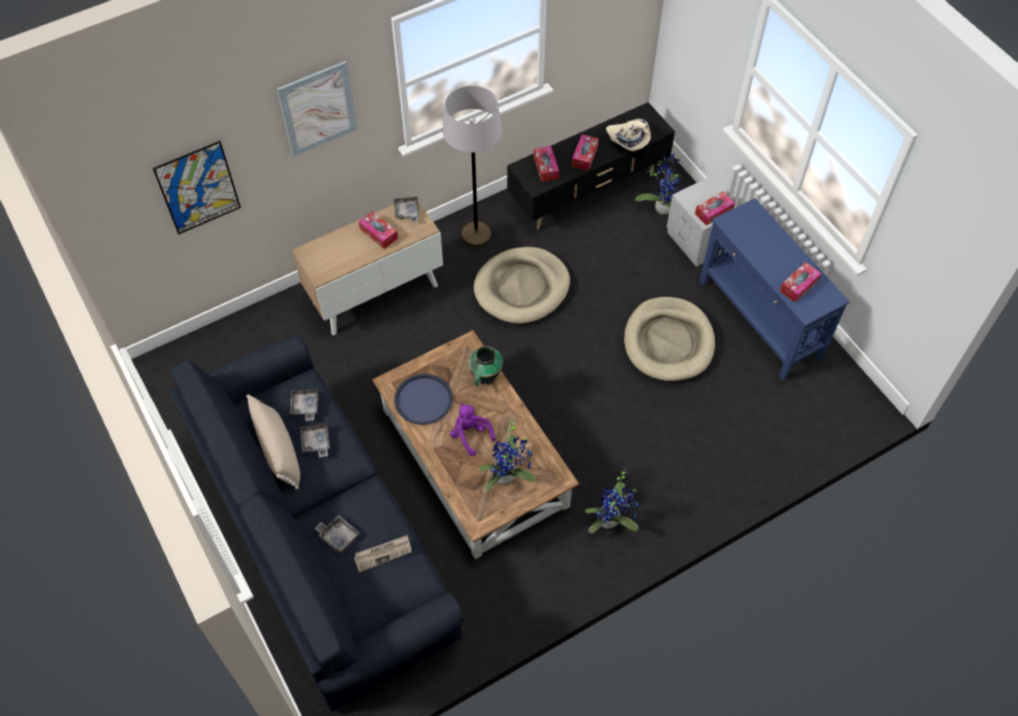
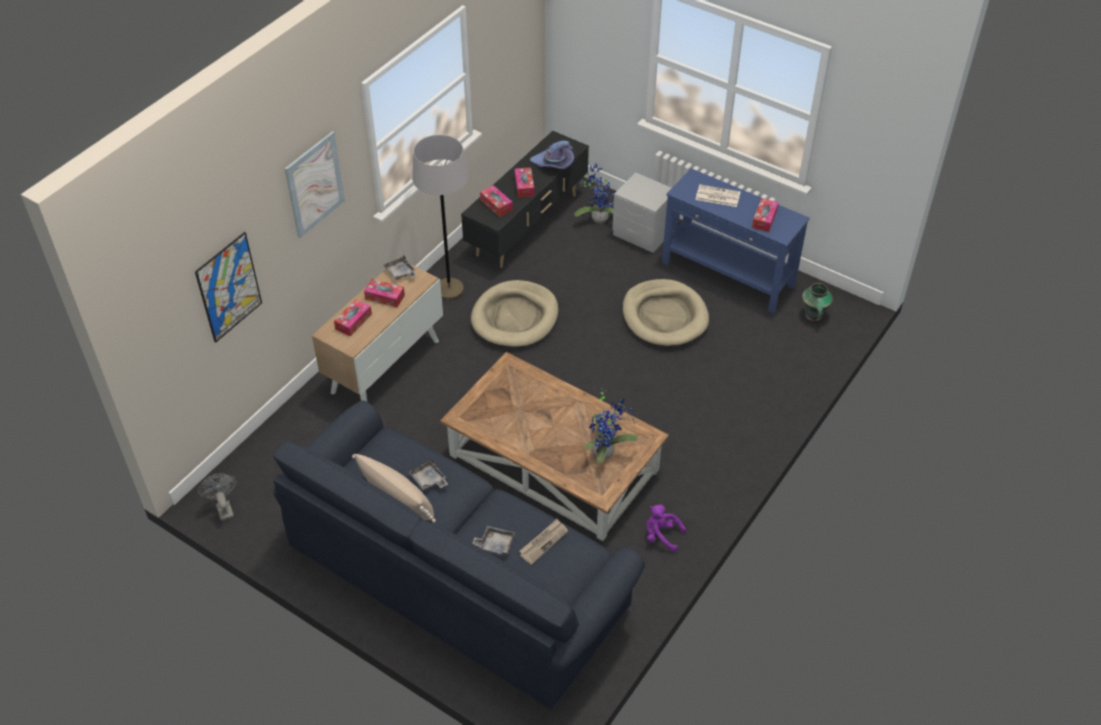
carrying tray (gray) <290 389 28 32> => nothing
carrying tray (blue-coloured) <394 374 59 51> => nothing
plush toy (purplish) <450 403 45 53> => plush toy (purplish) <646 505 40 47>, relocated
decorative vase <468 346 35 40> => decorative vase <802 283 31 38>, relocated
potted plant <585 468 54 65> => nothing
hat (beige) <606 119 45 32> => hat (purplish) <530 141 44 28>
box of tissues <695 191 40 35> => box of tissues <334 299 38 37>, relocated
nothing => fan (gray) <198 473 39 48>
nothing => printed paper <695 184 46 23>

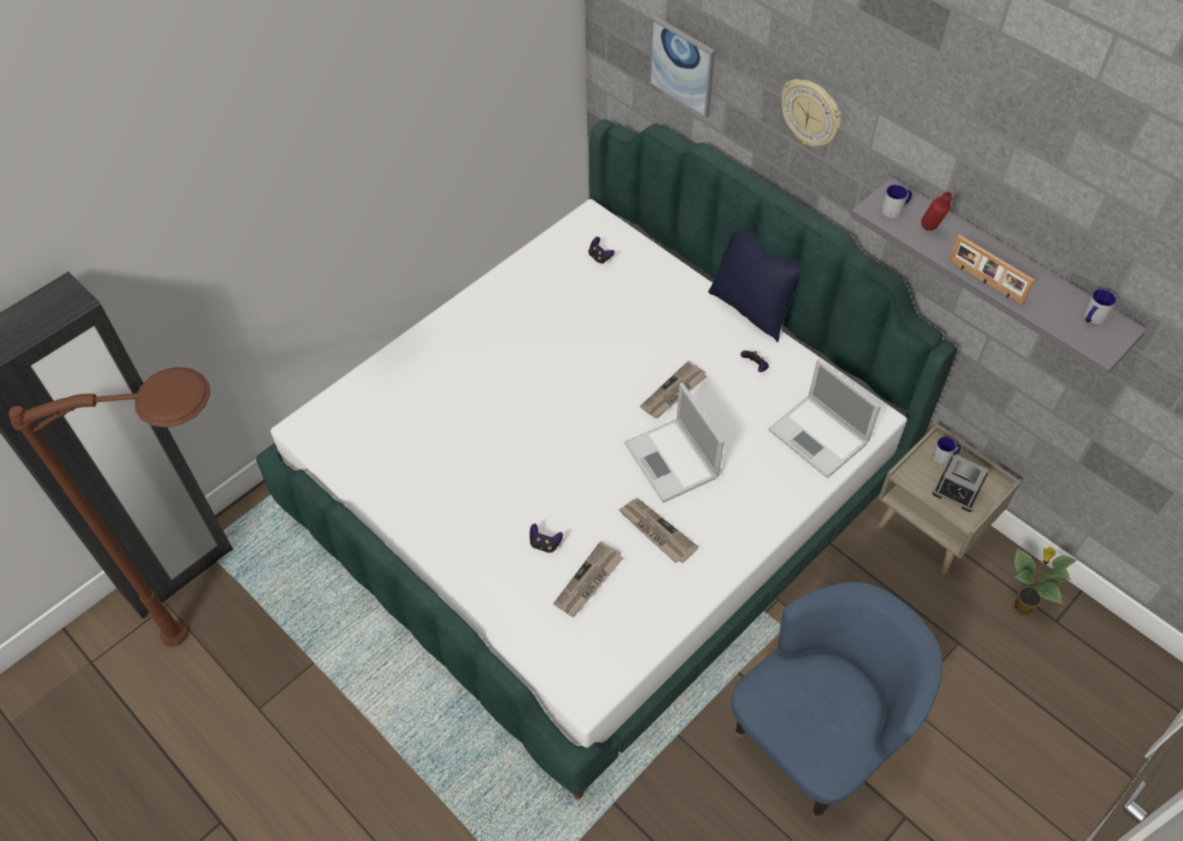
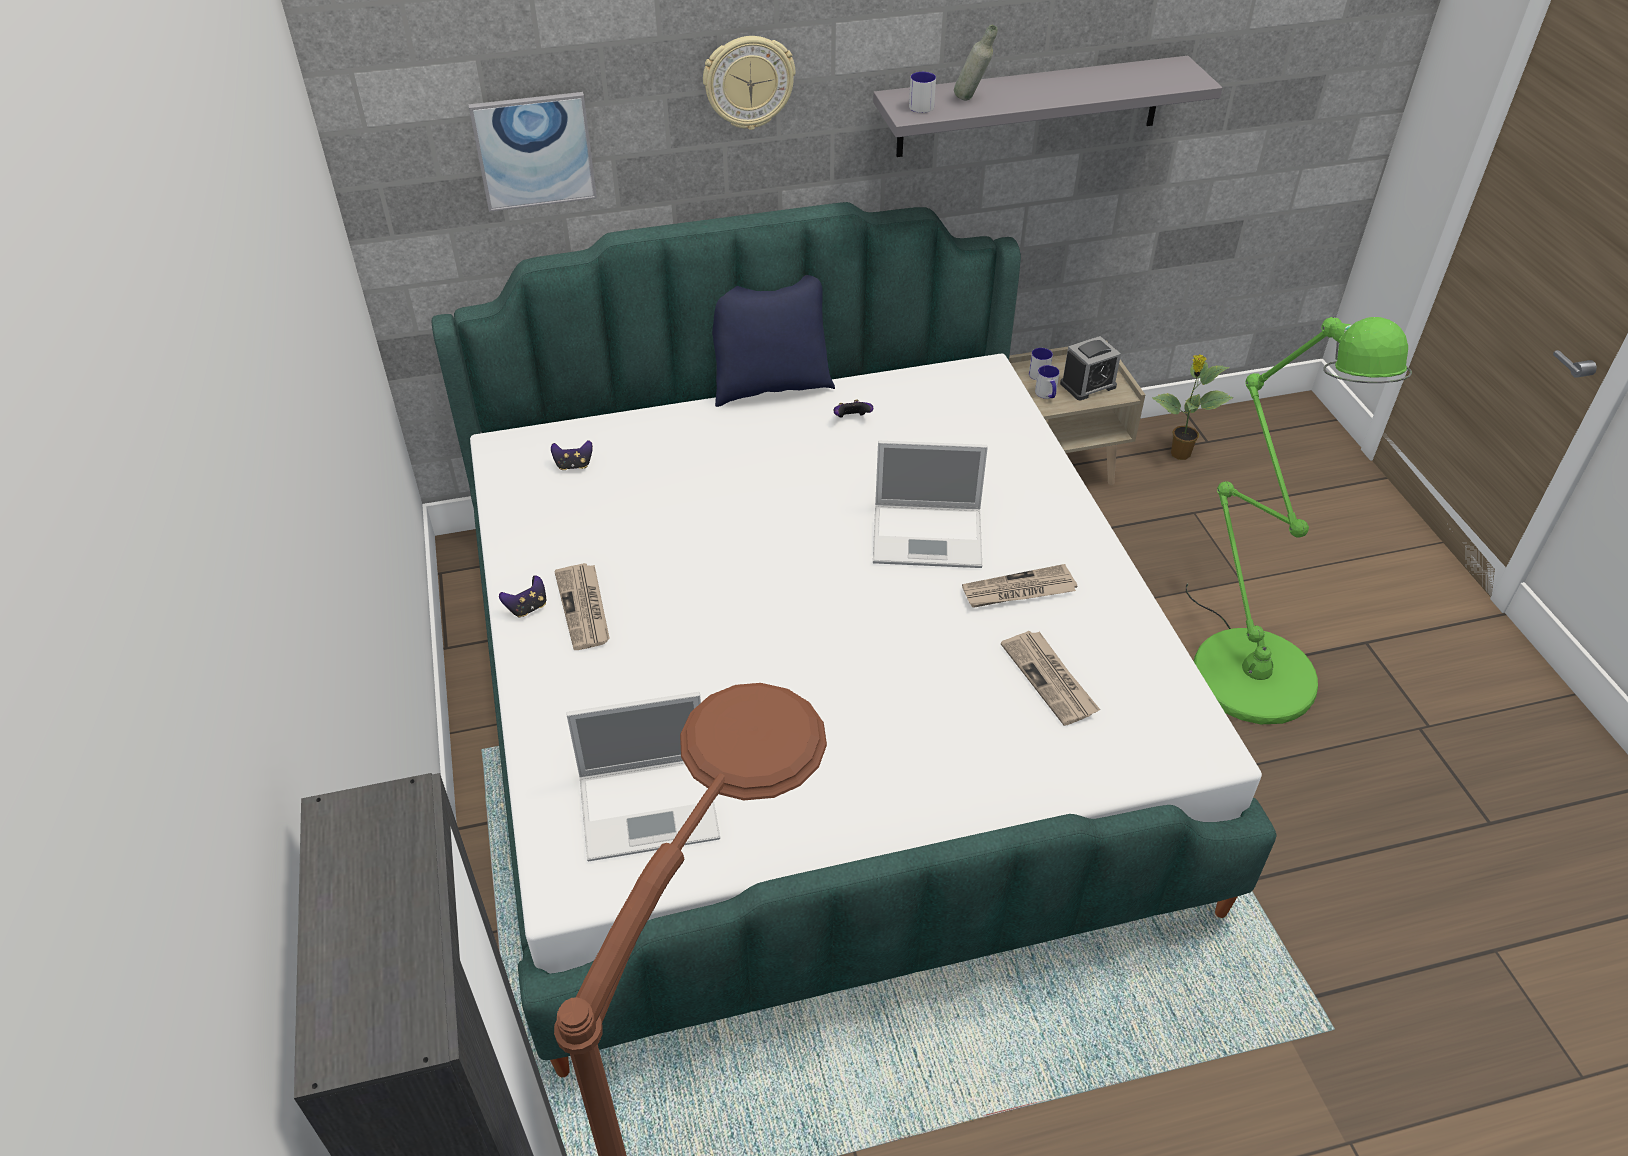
game controller <530 524 33 29> => game controller <499 575 48 43>, relocated
printed paper <640 361 67 57> => printed paper <554 563 56 87>, relocated
easy chair (blue-coloured) <731 582 212 237> => standing lamp (greenish) <1186 317 226 407>
portable computer <768 359 113 119> => portable computer <566 692 154 170>, relocated
drink bottle (reddish) <921 191 31 40> => drink bottle (gray) <954 25 44 75>
photo frame <949 235 85 70> => nothing
tea mug <1083 289 33 35> => tea mug <1035 365 24 34>, relocated

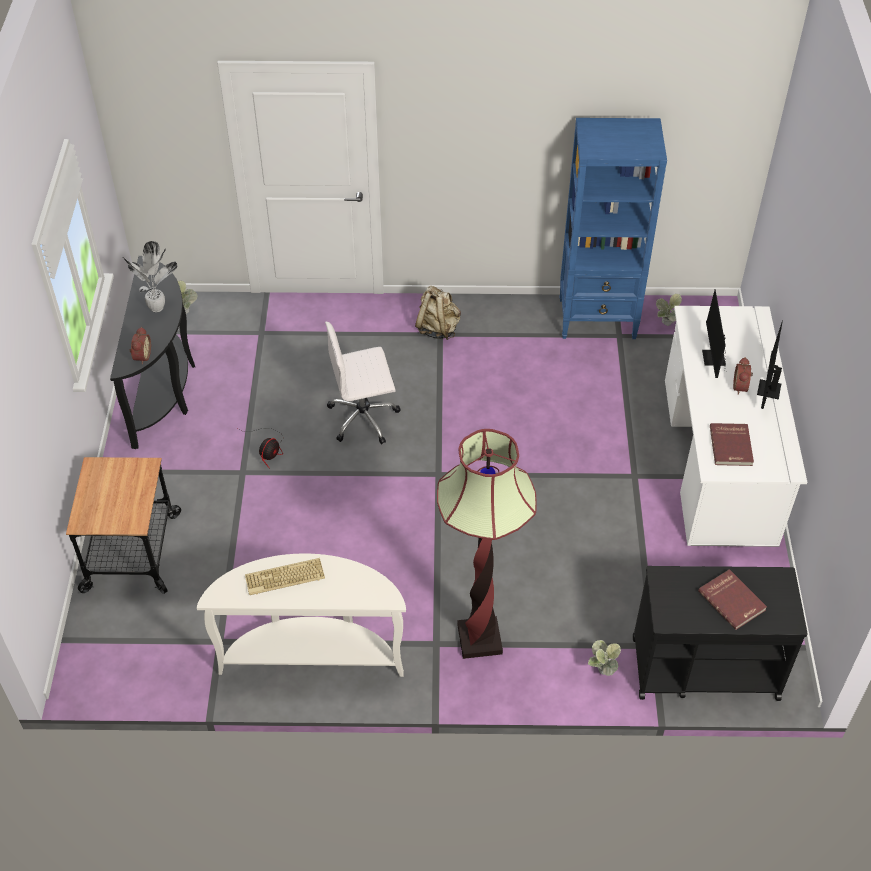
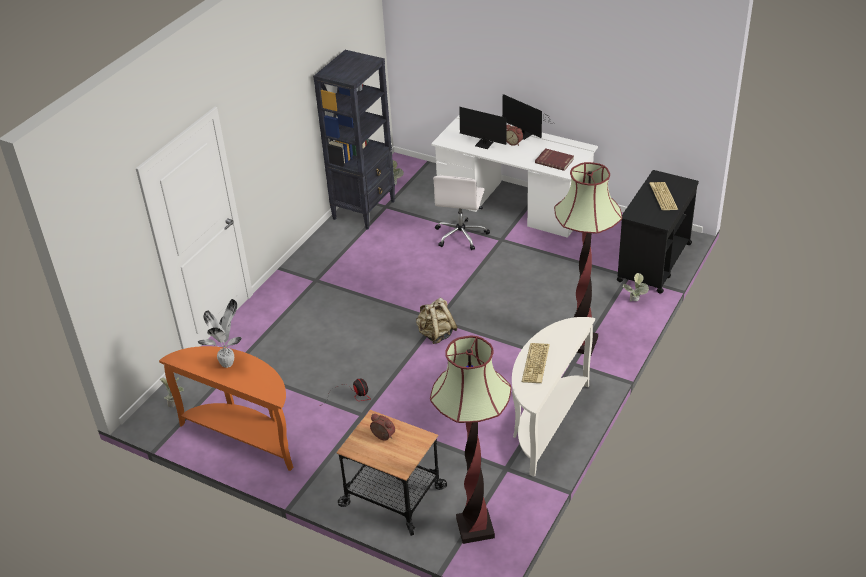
narrow table (black) <110 256 85 193> => narrow table (orangey) <159 346 134 125>
bedside clock <130 327 21 38> => bedside clock <370 414 25 27>, relocated
office chair (whitish) <325 321 76 123> => office chair (whitish) <433 175 57 75>, relocated
knapsack (beige) <415 286 46 54> => knapsack (beige) <416 297 42 47>, relocated
bookcase (blue-coloured) <559 118 108 221> => bookcase (black) <313 50 82 180>
bound book (reddish) <698 569 69 61> => computer keyboard <649 182 29 28>
nothing => standing lamp <430 336 82 208>

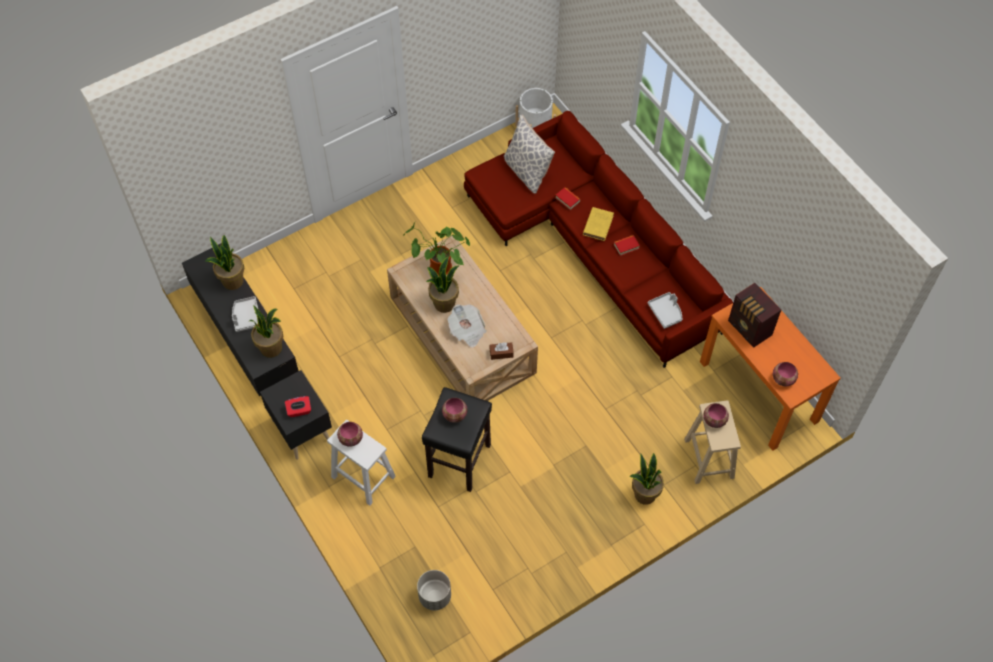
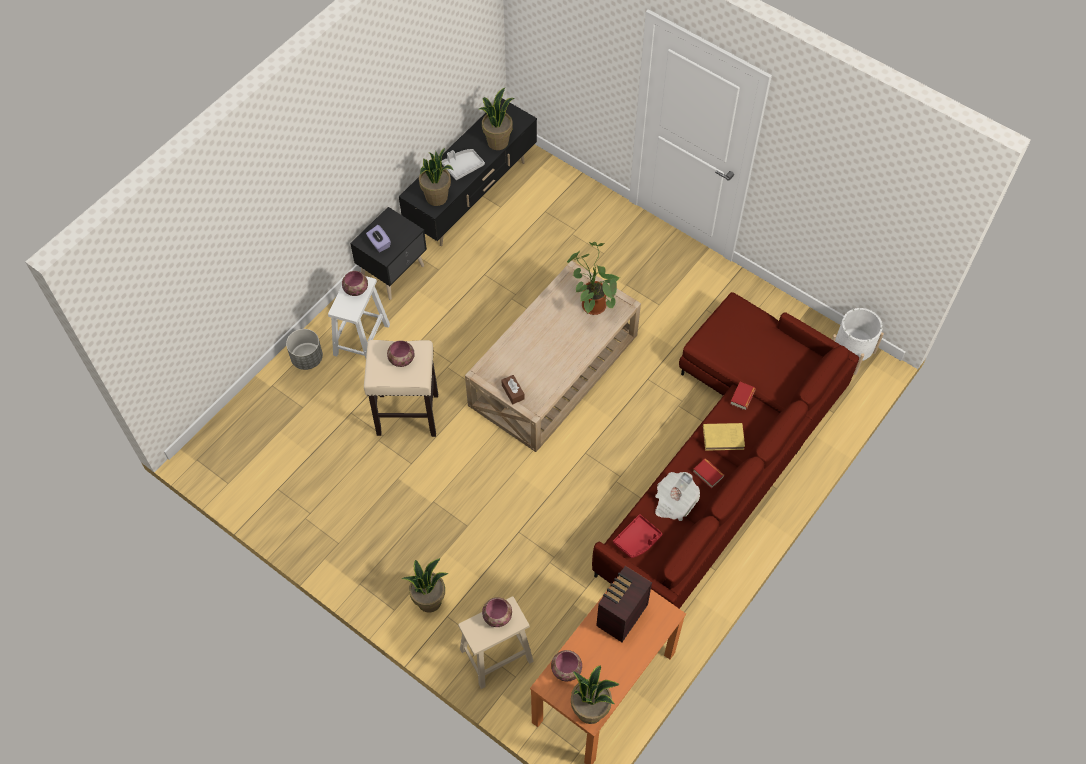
box of tissues (reddish) <285 396 26 21> => box of tissues (purplish) <366 225 25 27>
flower pot (gray) <417 570 34 40> => flower pot (gray) <286 329 37 41>, relocated
stool (black) <422 387 70 105> => stool (beige) <364 340 74 97>
potted plant <426 256 34 57> => potted plant <571 665 48 59>, relocated
printed paper <447 304 40 44> => printed paper <655 472 45 49>, relocated
pillow <504 114 51 80> => nothing
carrying tray (gray) <648 292 34 37> => carrying tray (reddish) <613 514 50 44>

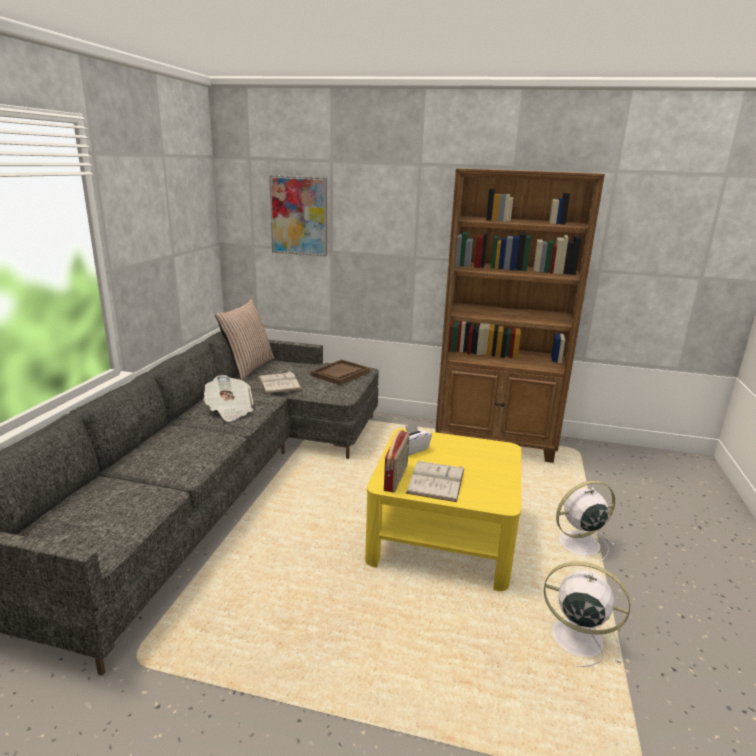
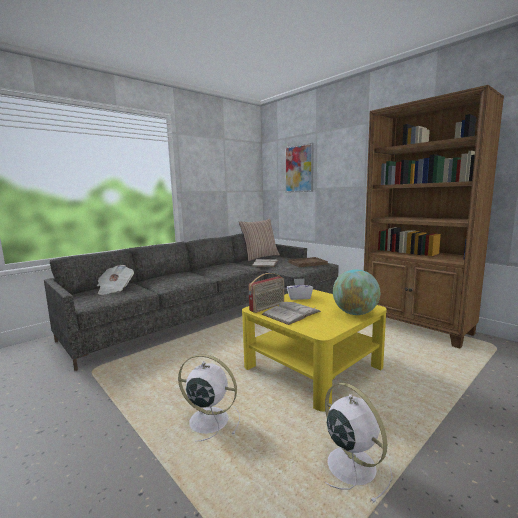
printed paper <203 375 50 47> => printed paper <97 265 37 30>, relocated
fan (whitish) <556 481 59 81> => fan (whitish) <178 354 62 87>, relocated
nothing => desk globe <333 269 47 46>

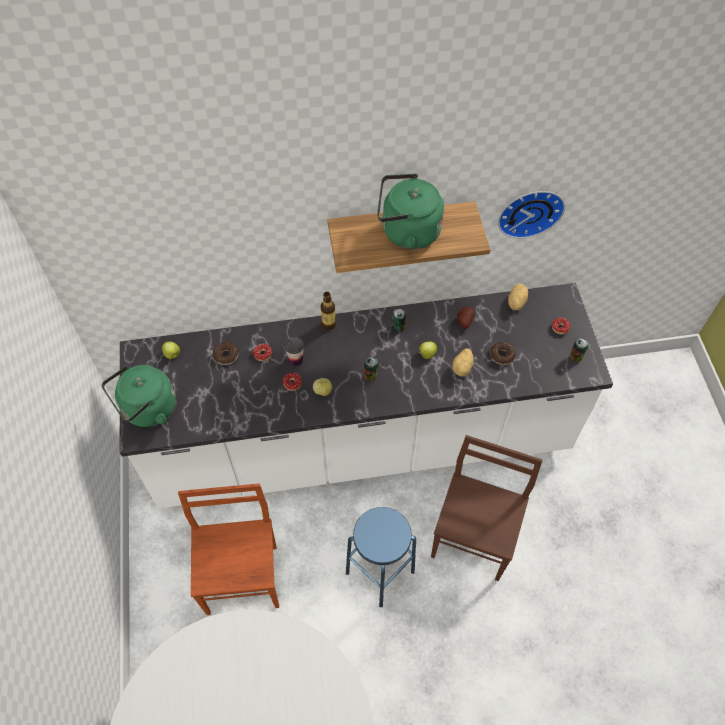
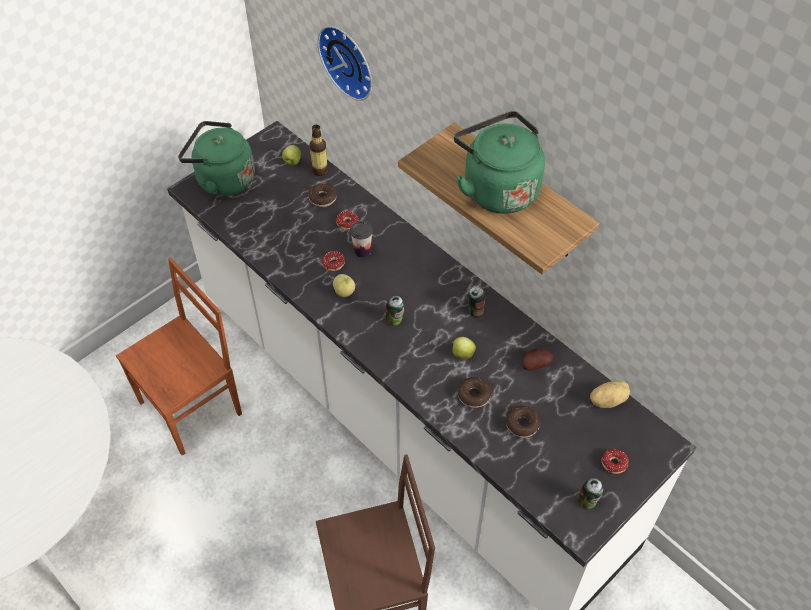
drink bottle <321 292 15 38> => drink bottle <309 125 20 51>, relocated
stool (blue-coloured) <346 507 70 100> => nothing
whole potato <452 348 21 29> => doughnut <457 377 34 31>
clock on the wall <498 191 67 48> => clock on the wall <318 26 54 75>, relocated

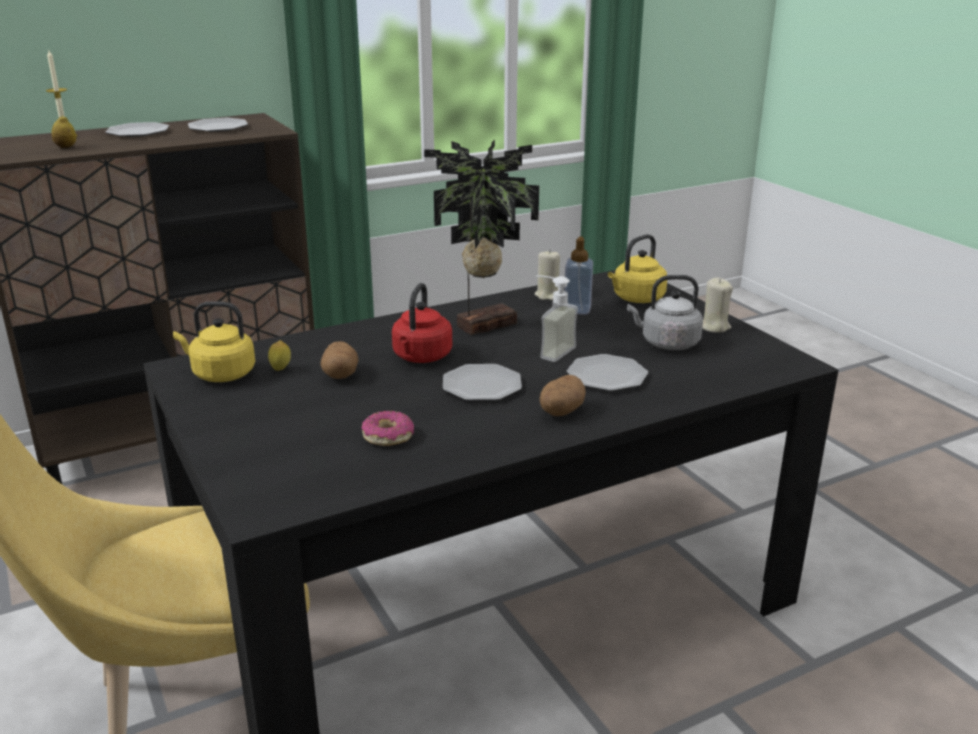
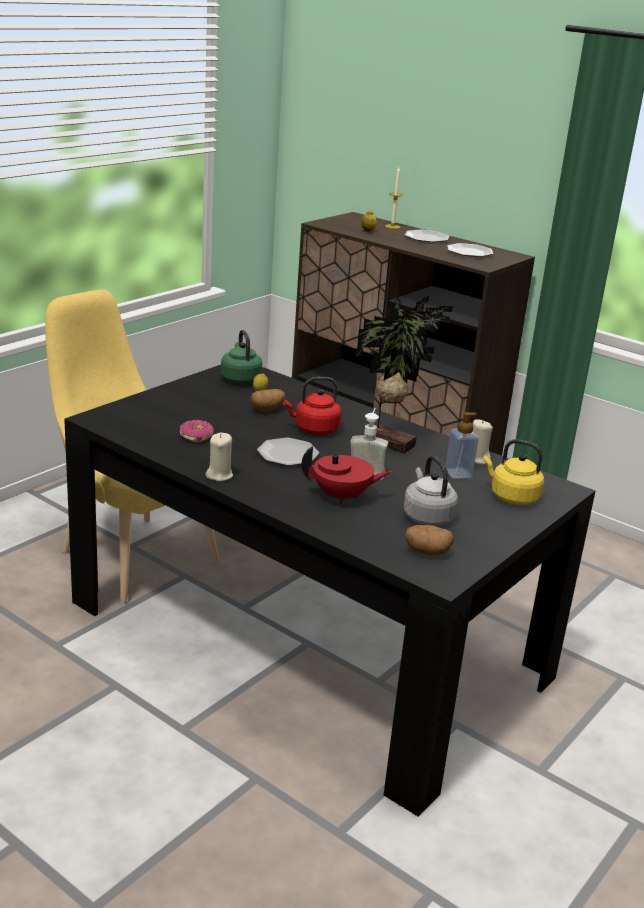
kettle (yellow) <173 301 82 81> => kettle (greenish) <221 330 41 54>
whole potato <540 375 46 41> => whole potato <405 525 49 30>, relocated
plate <567 354 81 37> => pot for tea (reddish) <302 446 90 58>
candle (beige) <702 278 31 55> => candle (beige) <205 433 28 48>, relocated

